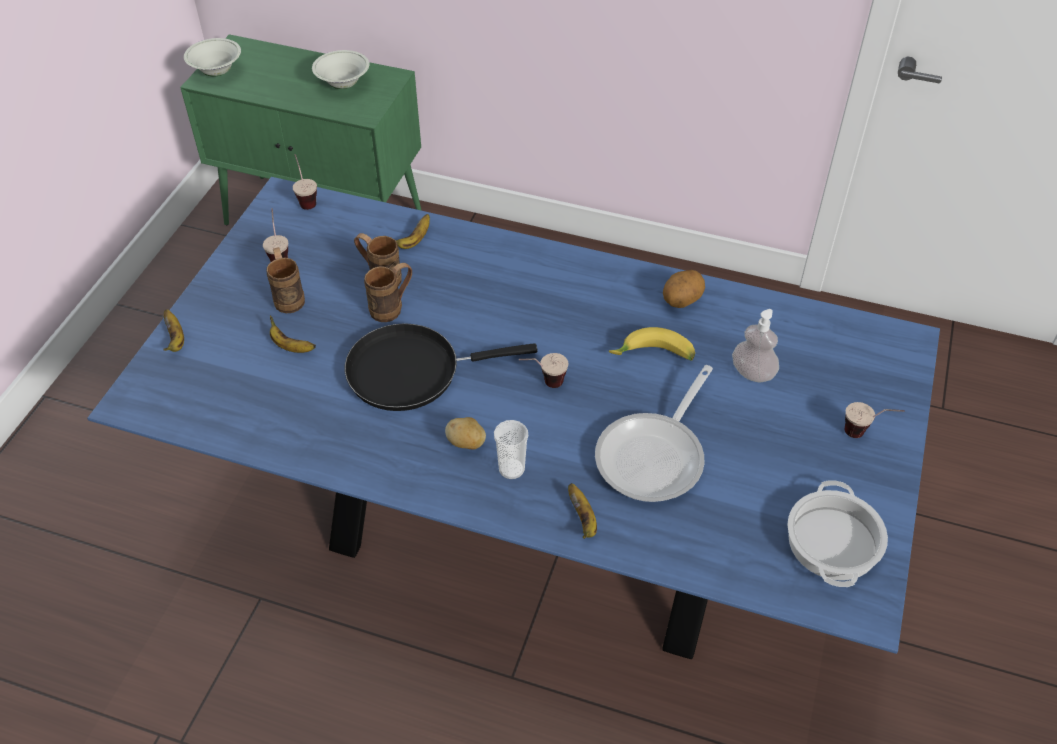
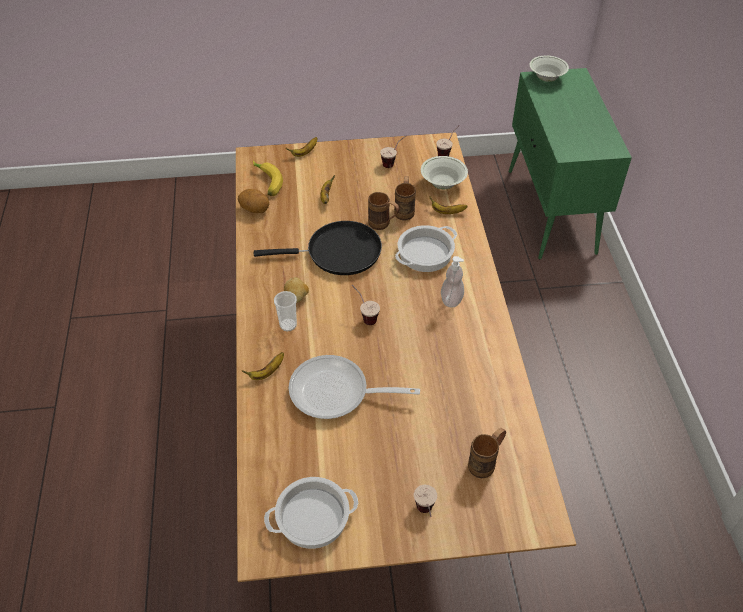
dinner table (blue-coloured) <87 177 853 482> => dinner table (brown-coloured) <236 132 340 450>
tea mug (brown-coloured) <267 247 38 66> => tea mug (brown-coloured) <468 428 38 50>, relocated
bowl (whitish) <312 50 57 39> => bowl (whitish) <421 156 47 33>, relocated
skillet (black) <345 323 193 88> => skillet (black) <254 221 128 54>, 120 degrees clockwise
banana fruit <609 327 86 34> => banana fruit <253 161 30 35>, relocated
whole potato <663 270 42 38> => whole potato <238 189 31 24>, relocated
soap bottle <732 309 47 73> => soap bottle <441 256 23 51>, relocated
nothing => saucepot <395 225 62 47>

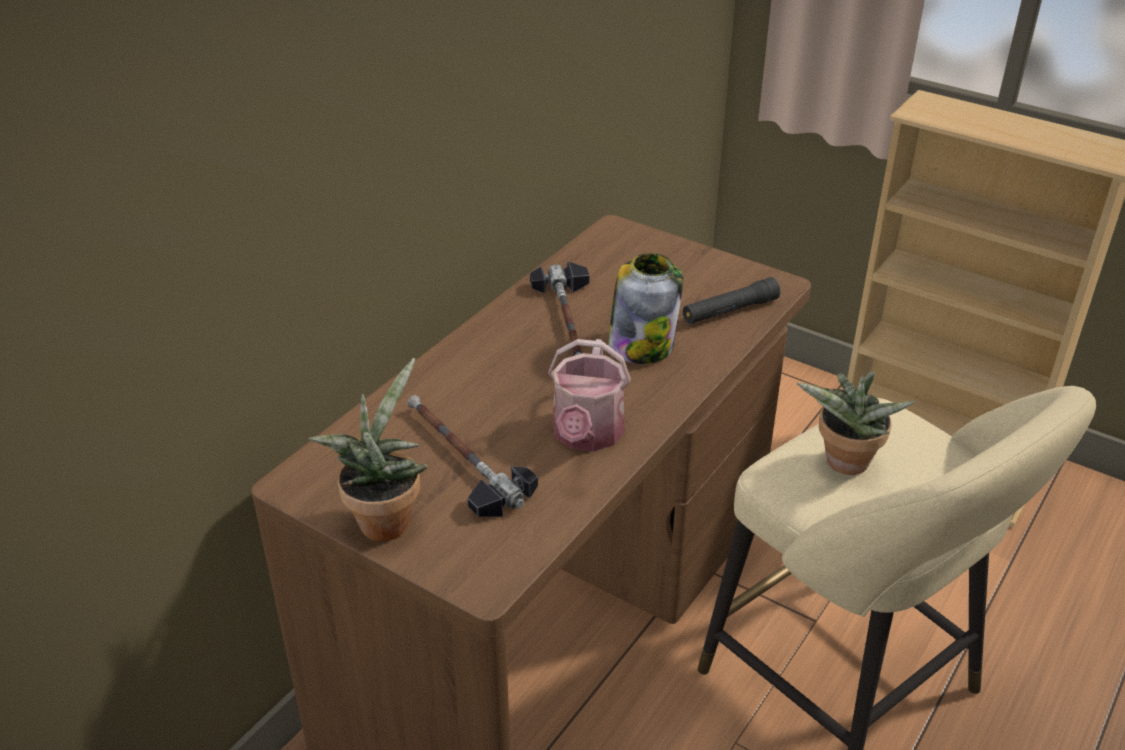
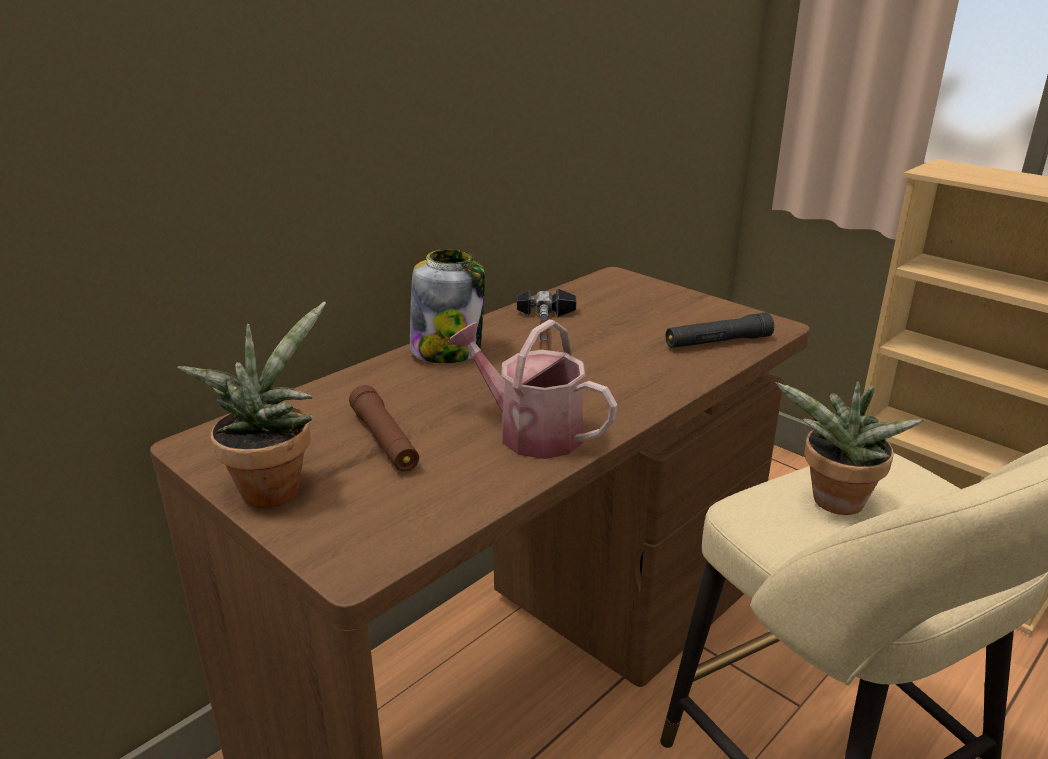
hand hammer <407 395 131 122> => flashlight (brown-coloured) <349 385 70 87>
watering can <548 339 83 112> => watering can <447 319 171 140>, 105 degrees clockwise
jar <608 253 75 111> => jar <410 249 75 114>, relocated

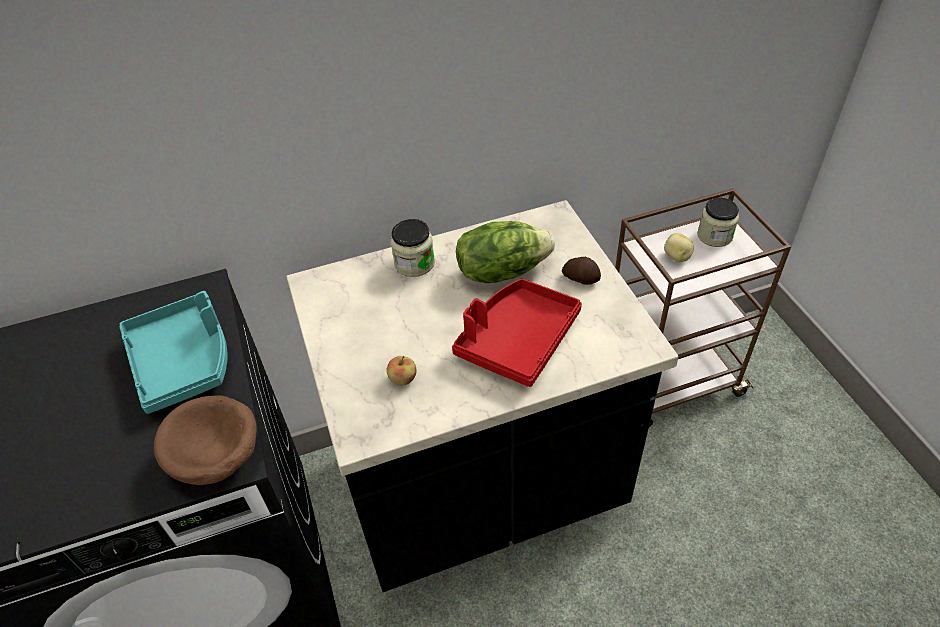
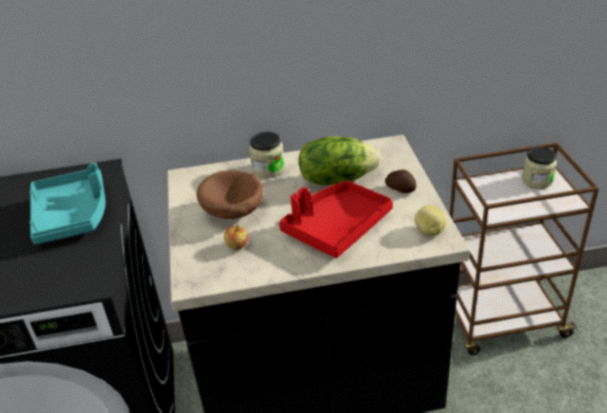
bowl (brown-coloured) <154 396 103 89> => bowl (brown-coloured) <196 171 67 48>, relocated
whole potato <664 233 30 29> => whole potato <414 205 32 31>, relocated

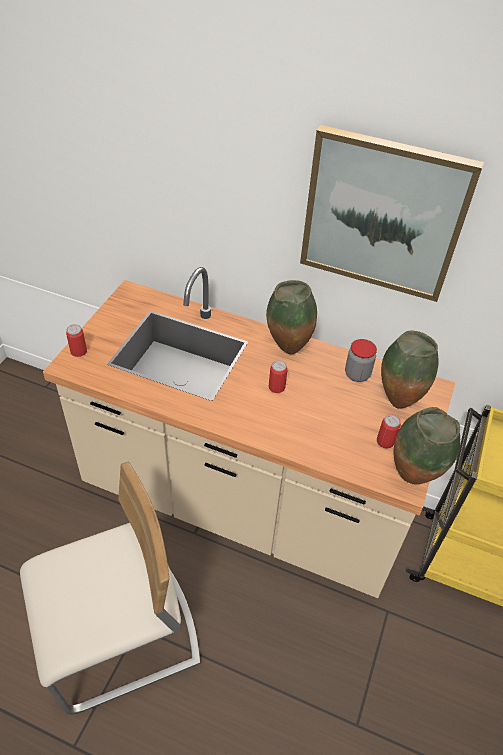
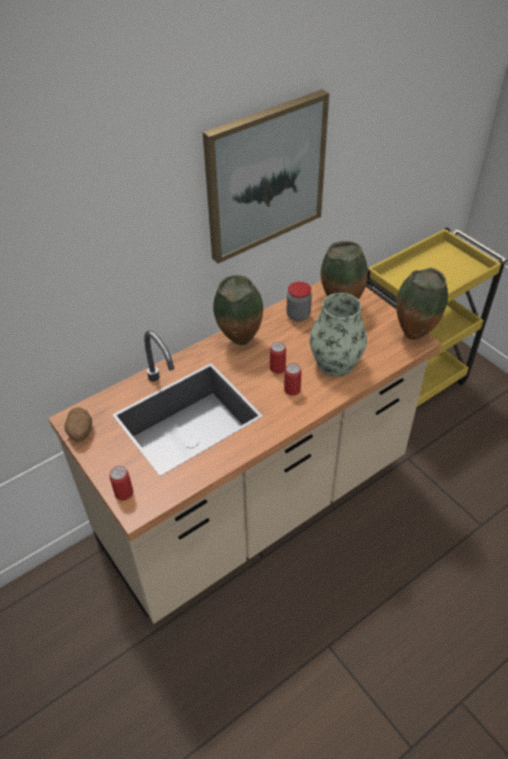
upright chair (beige) <20 462 180 253> => nothing
sealed can <377 414 24 34> => sealed can <284 363 18 32>, relocated
nothing => whole potato <64 407 28 35>
nothing => decorative vase <310 293 57 83>

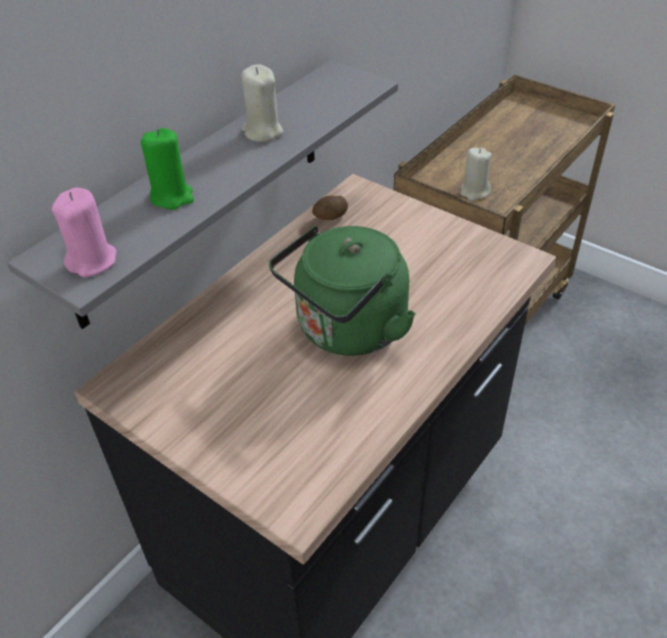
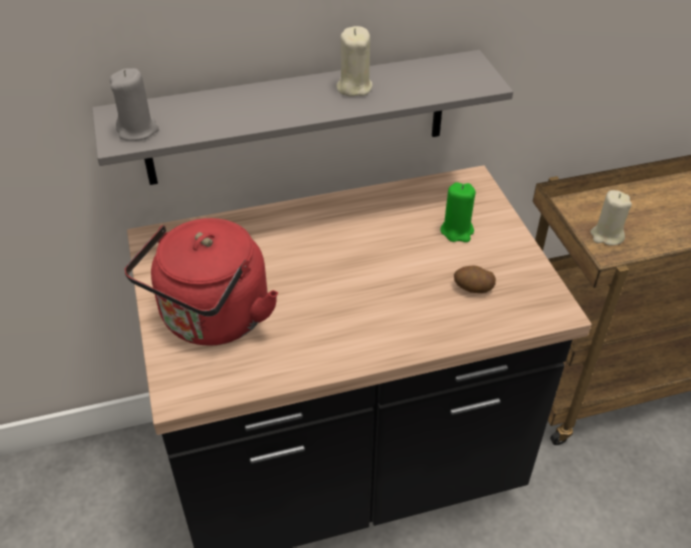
candle (pink) <52 188 65 89> => candle (gray) <110 68 49 73>
candle (greenish) <141 128 53 82> => candle (greenish) <440 182 36 60>, relocated
kettle (greenish) <269 225 147 131> => nothing
whole potato <312 196 36 24> => whole potato <454 266 42 27>, relocated
nothing => kettle (reddish) <124 218 154 127>

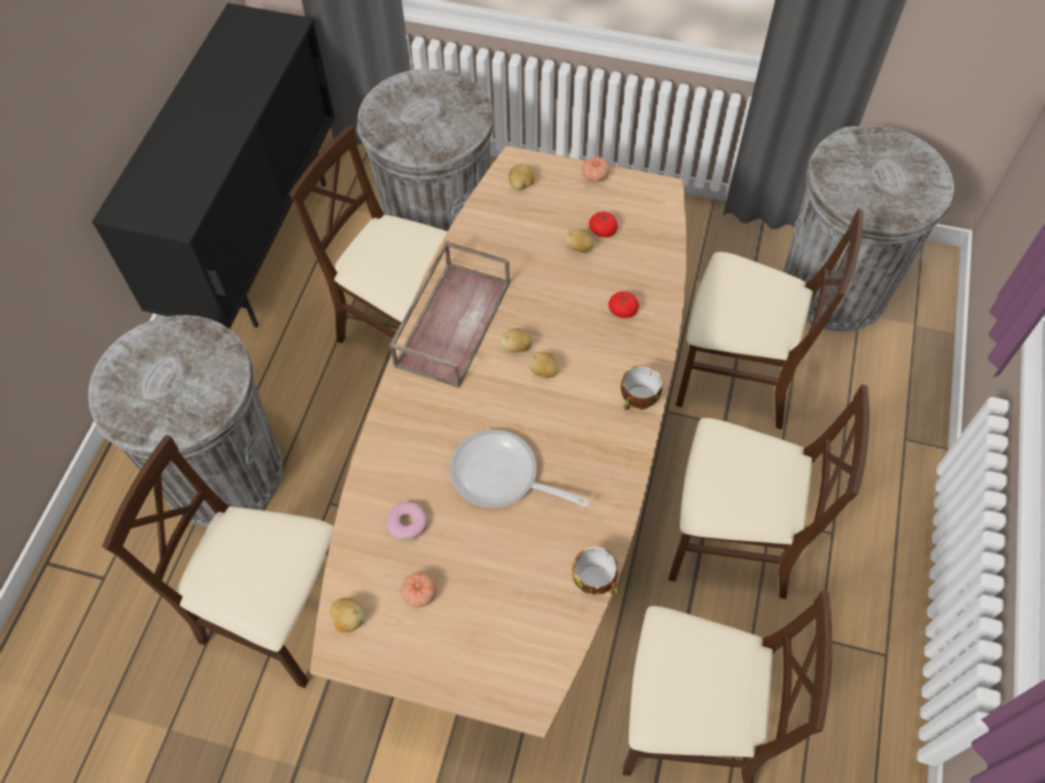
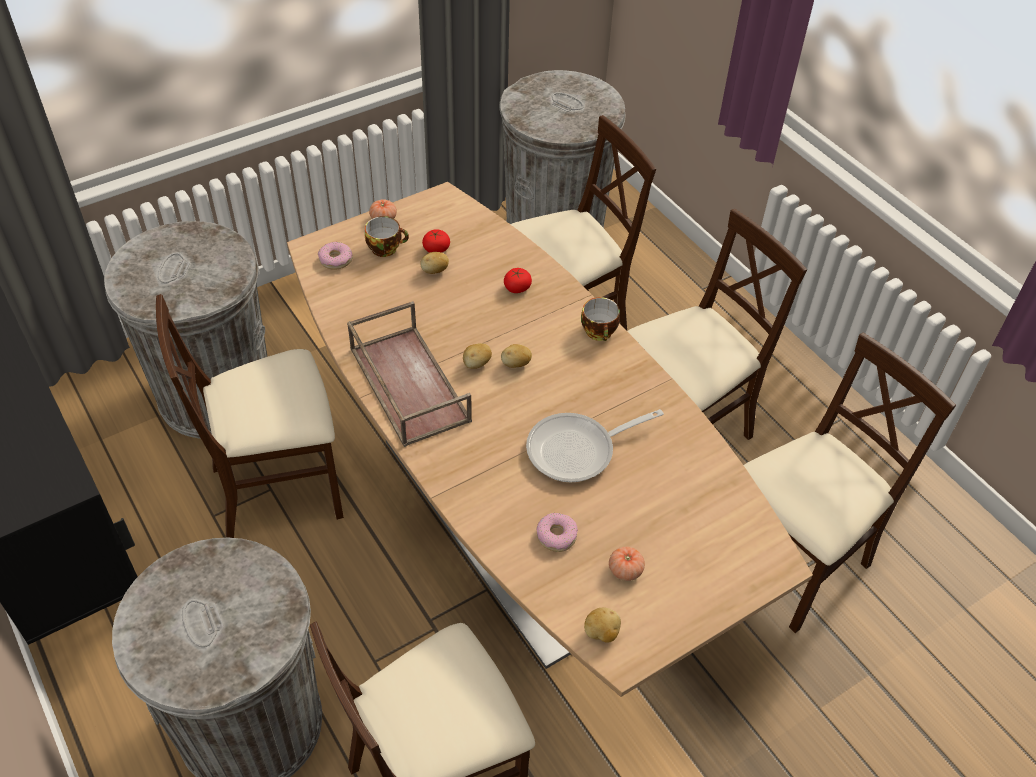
whole potato <509 164 25 26> => doughnut <318 242 34 28>
cup <572 547 47 49> => cup <365 216 44 41>, relocated

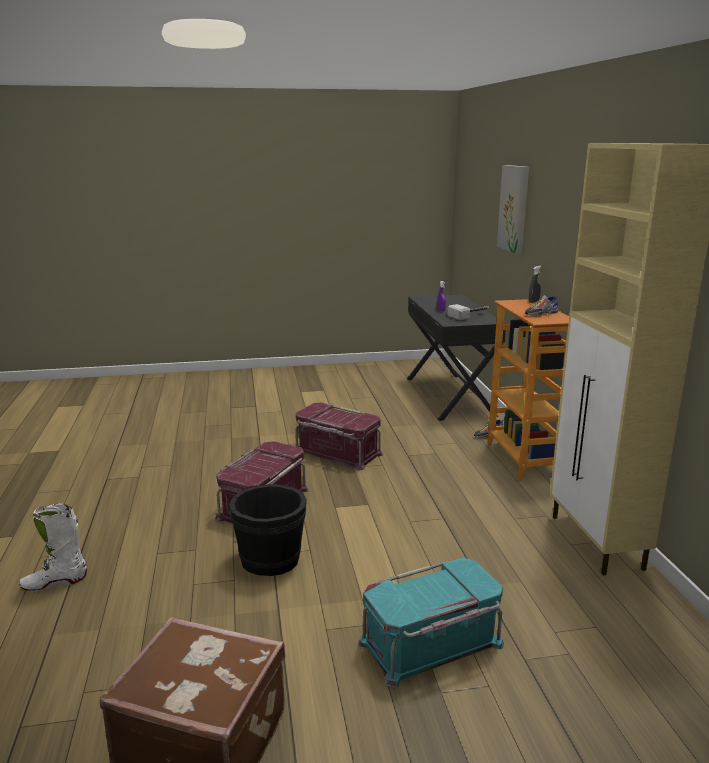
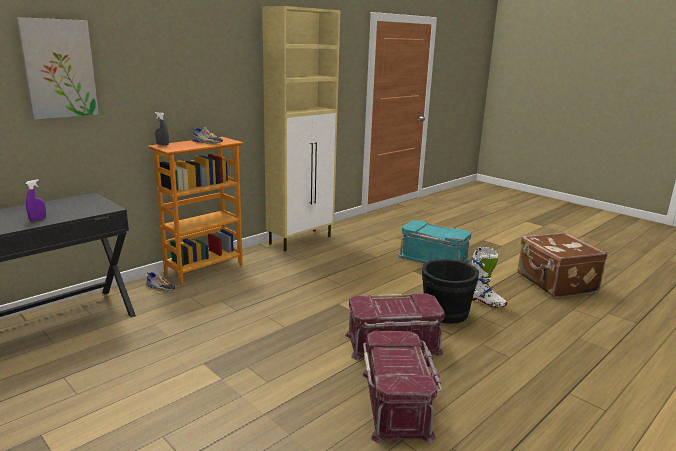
tall boot (whitish) <19 504 68 87> => tall boot (whitish) <471 247 36 60>, relocated
storage box (reddish) <295 403 88 67> => storage box (reddish) <362 331 80 113>, relocated
hand hammer <448 304 41 16> => nothing

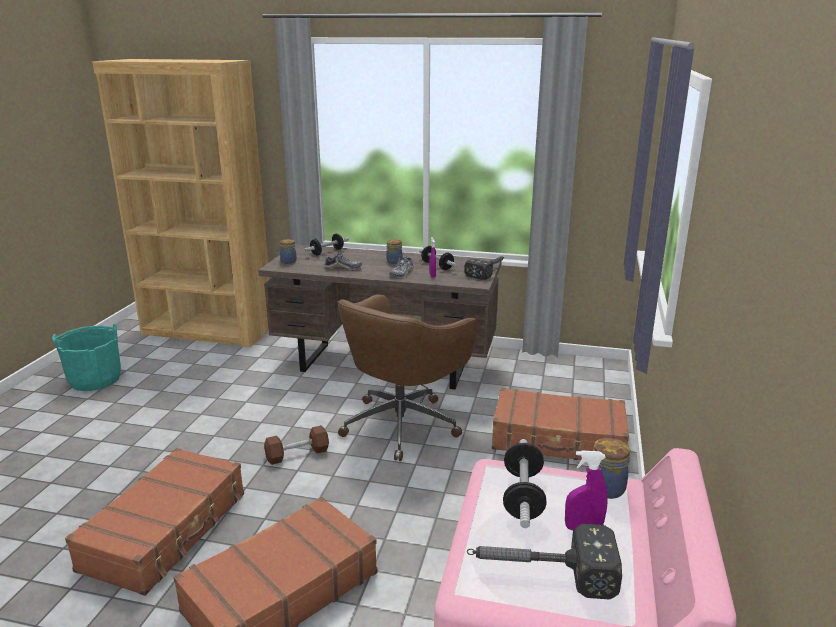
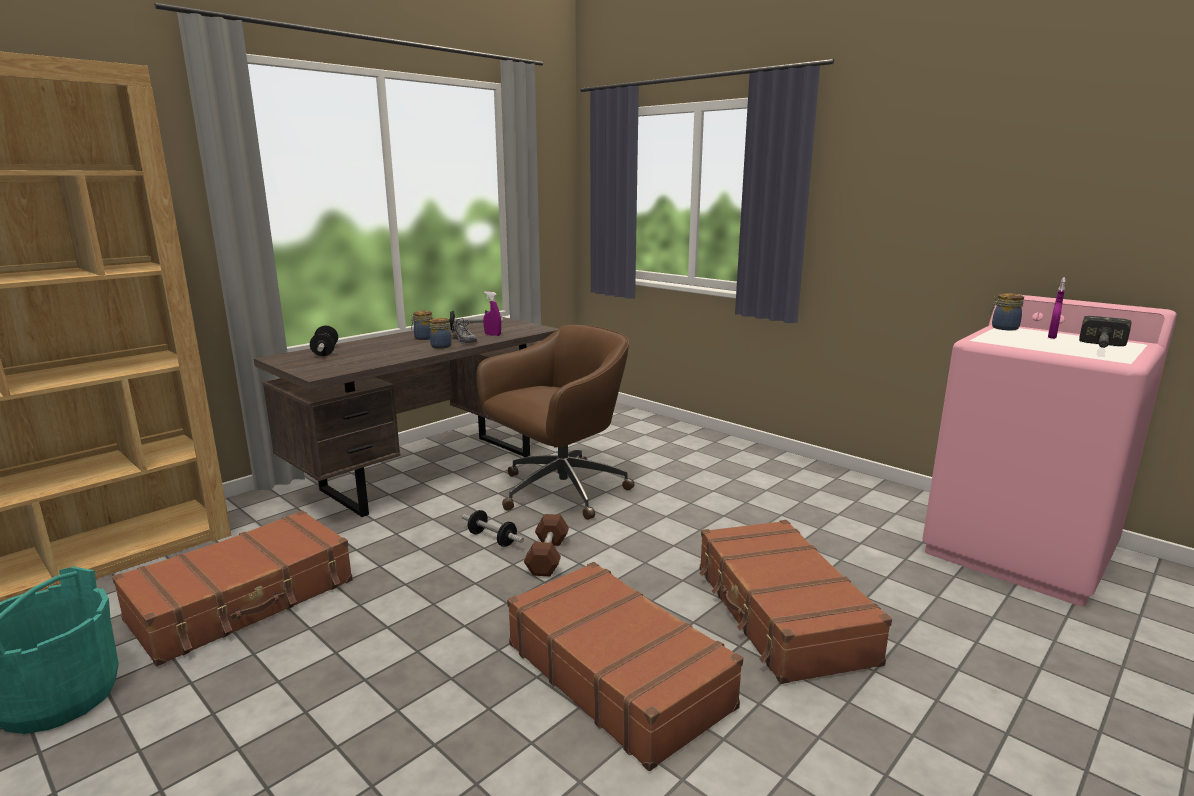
jar <280 239 17 25> => jar <430 318 21 31>, relocated
low shoe <325 250 37 20> => nothing
office chair (brown-coloured) <337 294 141 167> => office chair (brown-coloured) <477 325 158 195>, 105 degrees counterclockwise
hand hammer <464 256 41 24> => nothing
piece of luggage (brown-coloured) <492 387 137 73> => piece of luggage (brown-coloured) <112 510 241 156>, relocated
hand weight <503 439 44 89> => hand weight <462 510 62 37>, relocated

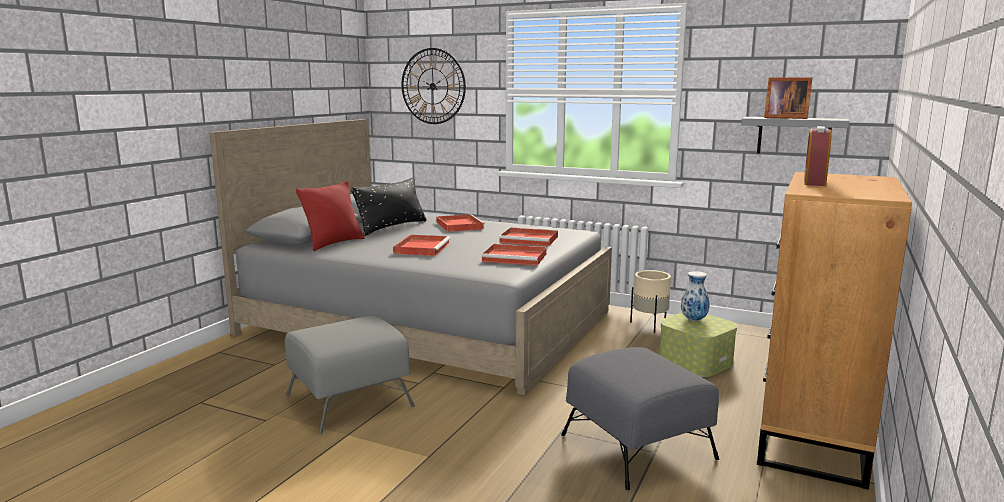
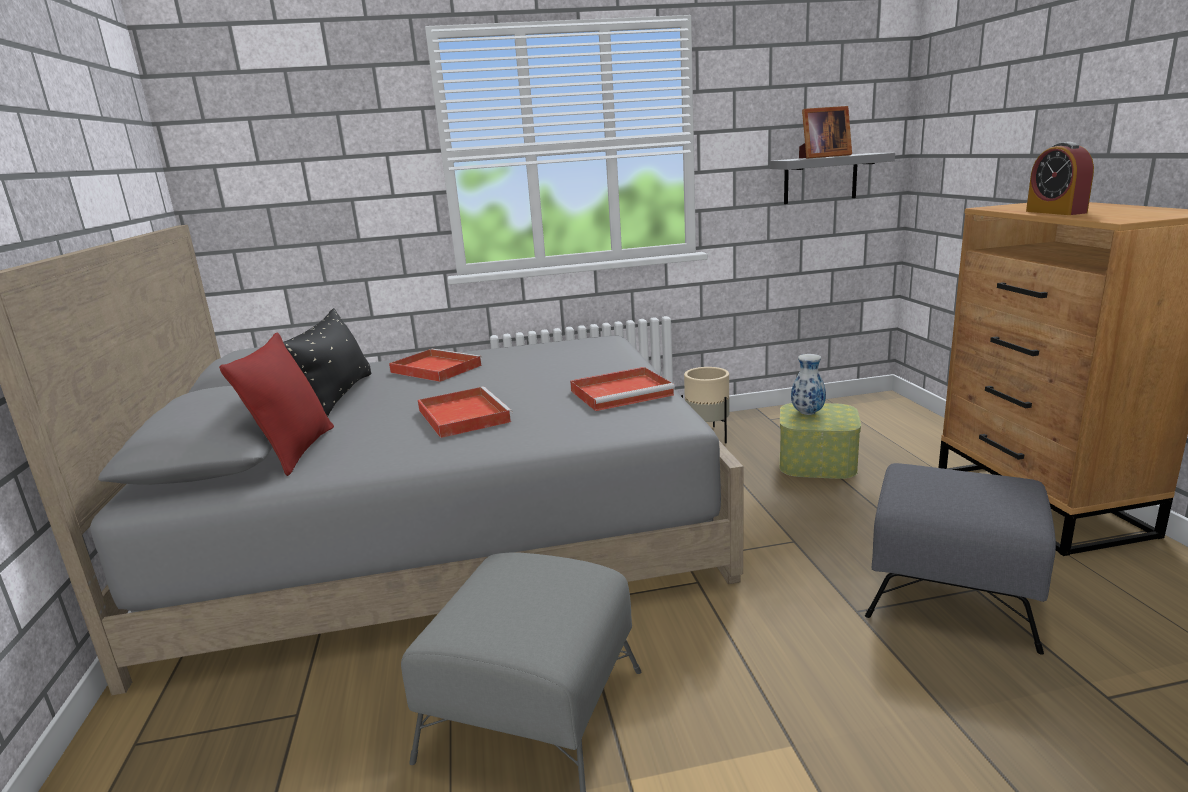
clock on the wall <402 48 64 76> => nothing
carrying tray (reddish) <499 228 59 18> => nothing

